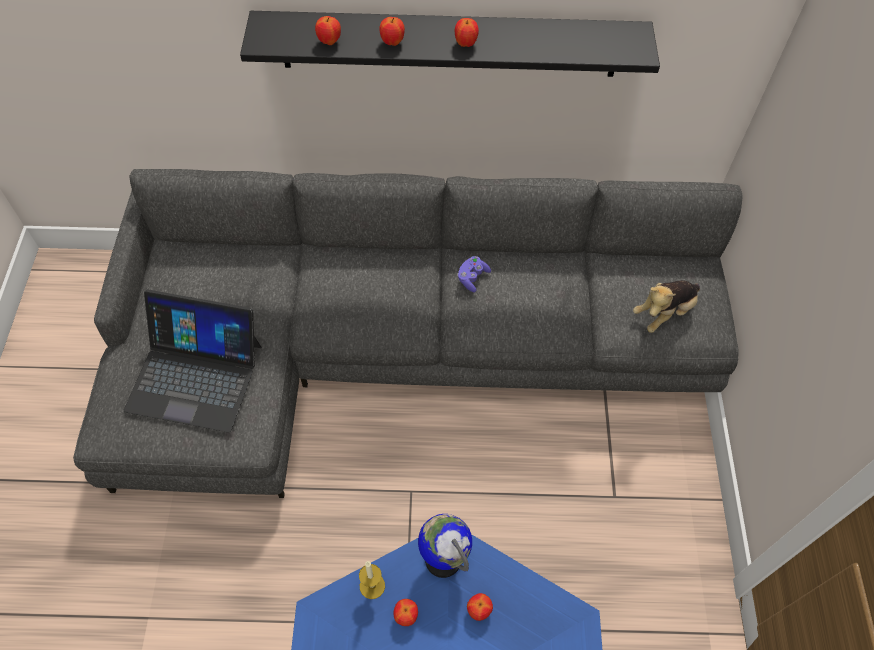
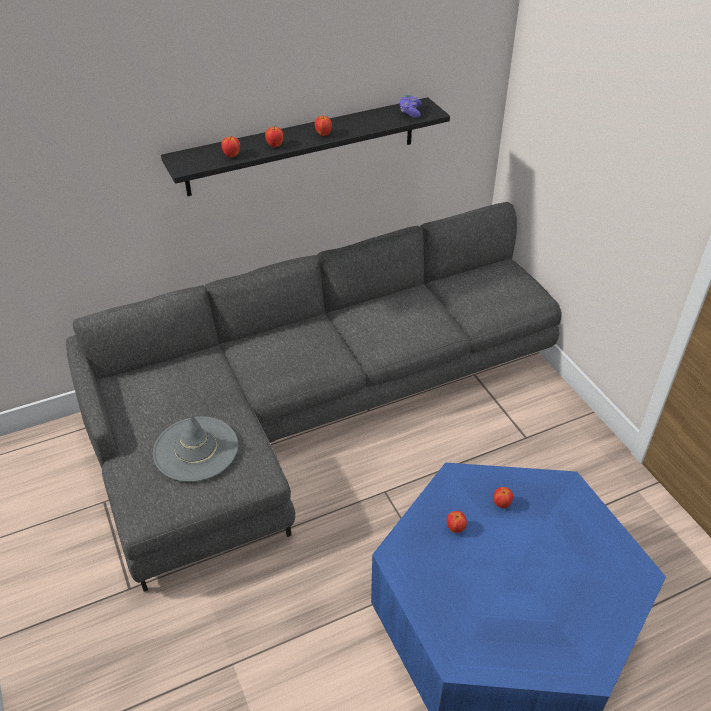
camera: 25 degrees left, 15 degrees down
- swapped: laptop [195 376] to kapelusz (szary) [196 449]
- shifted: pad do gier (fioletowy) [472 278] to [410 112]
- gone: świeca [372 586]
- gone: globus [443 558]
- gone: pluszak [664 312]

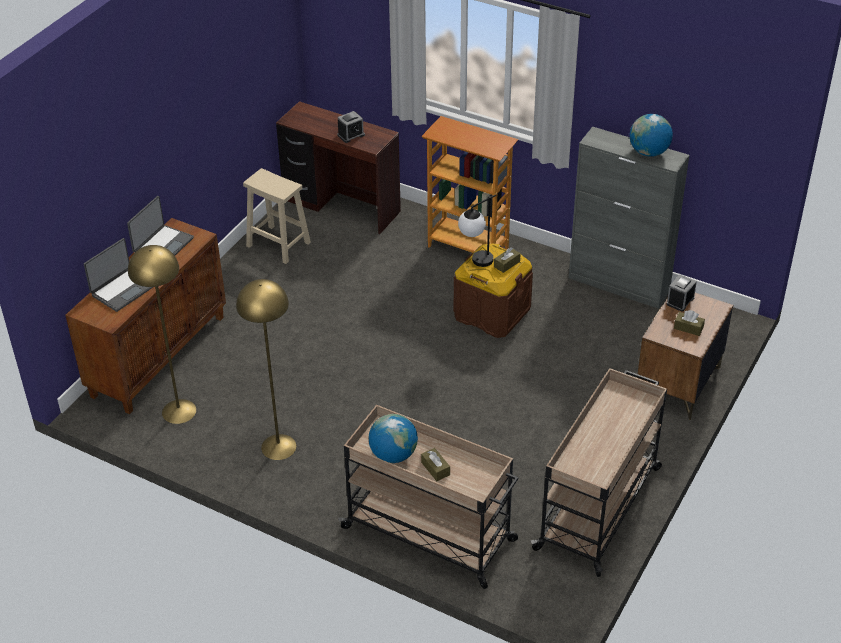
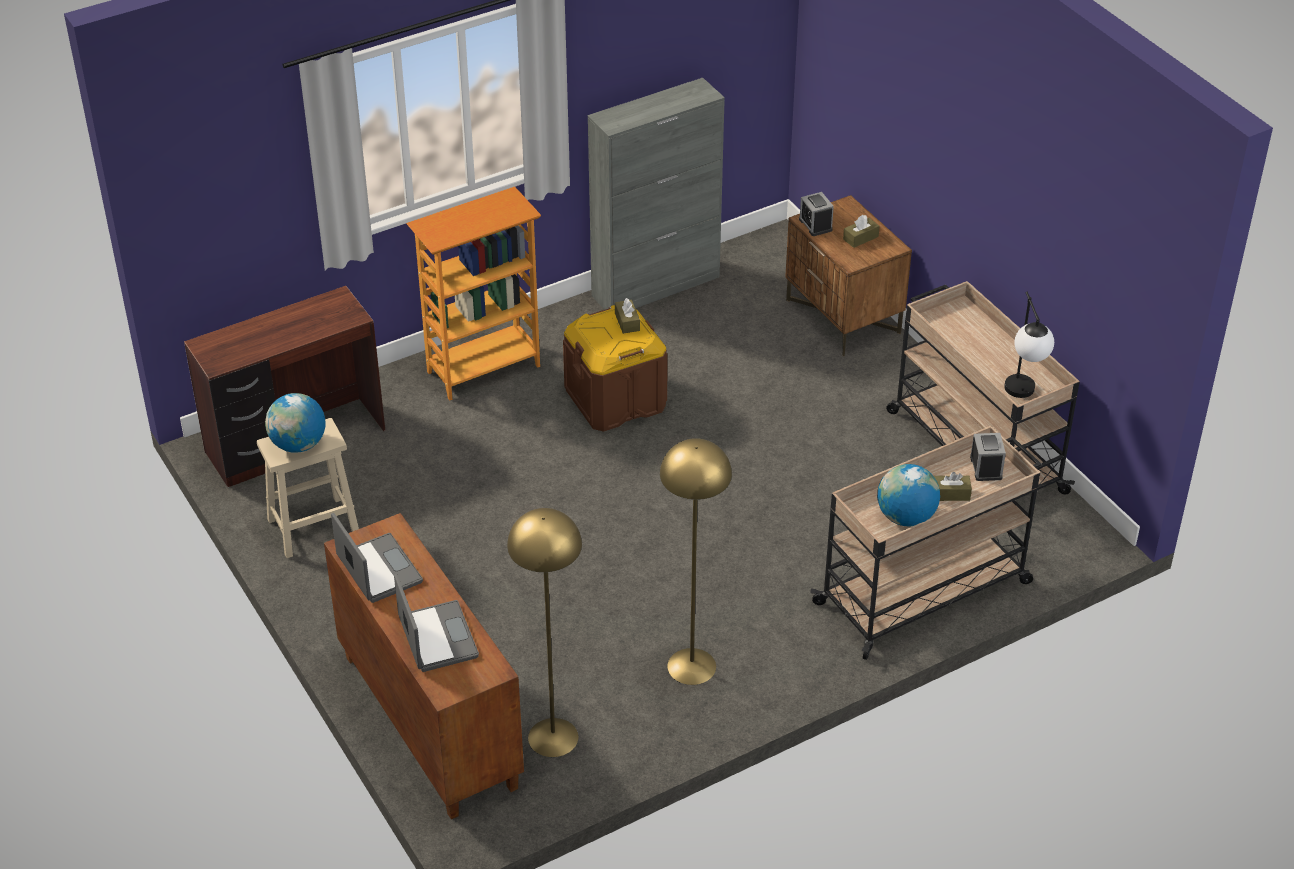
camera: 60 degrees left, 0 degrees up
- shifted: globus [648 152] to [298 444]
- shifted: budzik [351 135] to [986 467]
- shifted: lampa stołowa [476 263] to [1023 396]

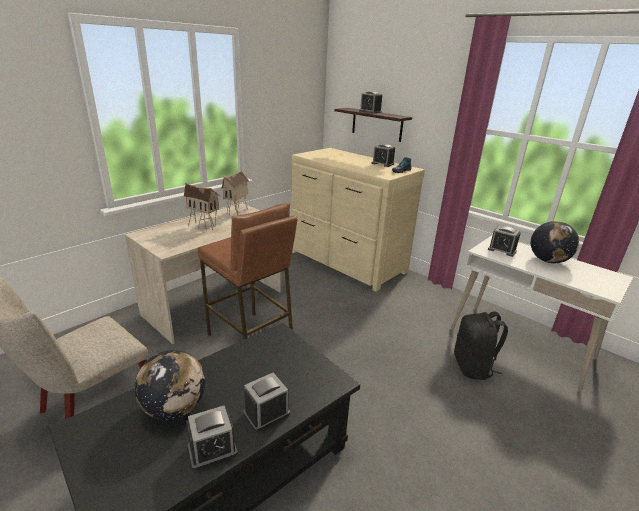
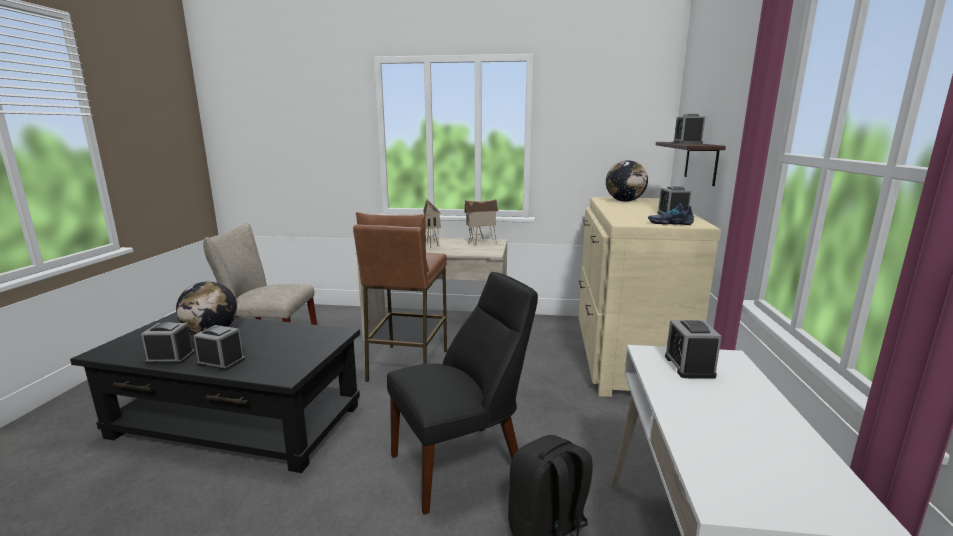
camera: 55 degrees right, 10 degrees down
- rotated: budzik [212 450] = [170 358] 150 degrees clockwise
- new: krzesło (czarny) [462 463]
- shifted: globus [548 261] to [624 201]

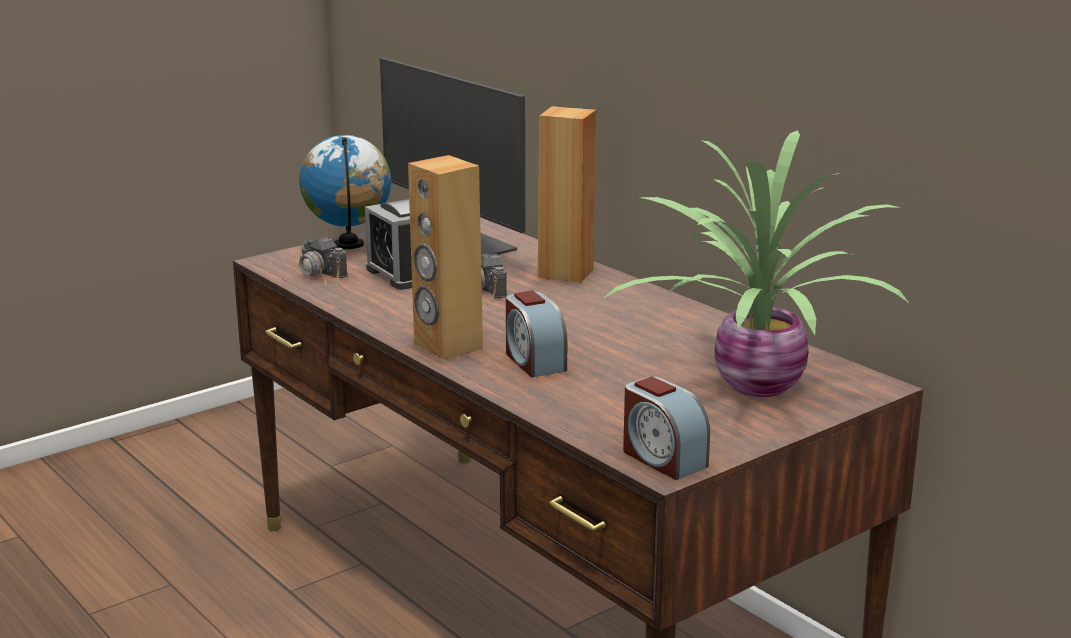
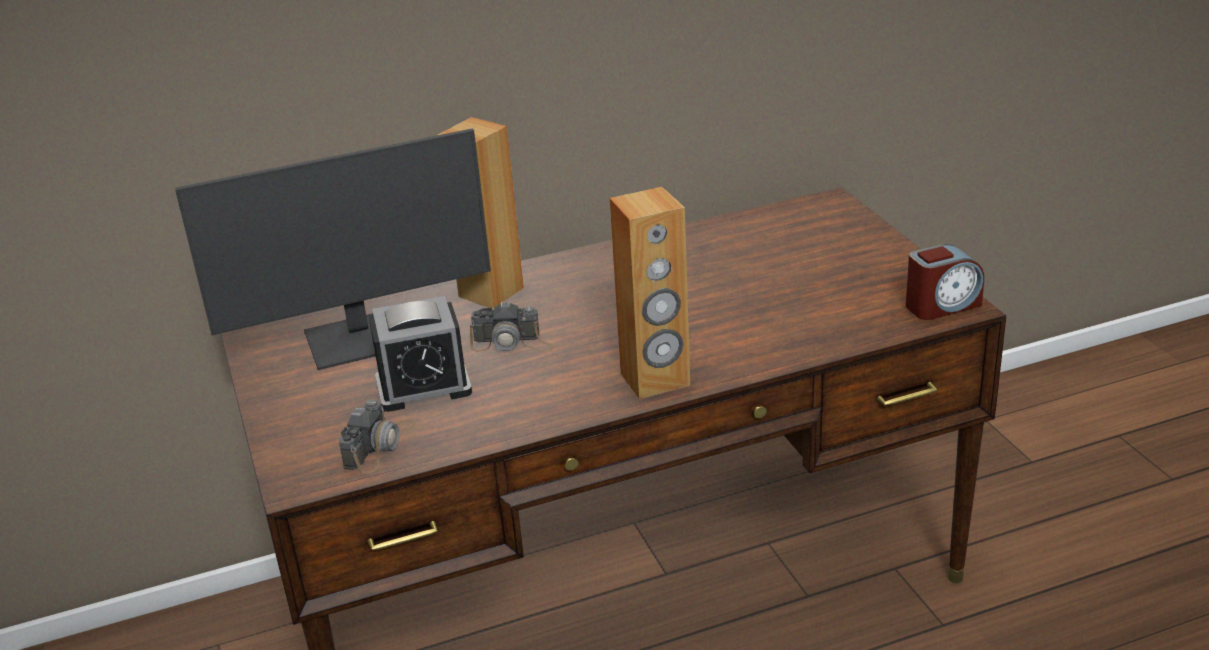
camera: 70 degrees left, 10 degrees up
- rotated: aparat fotograficzny [321 274] = [380 445] 45 degrees counterclockwise
- gone: globus [349 245]
- gone: budzik [534 361]
- gone: roślina doniczkowa [753 385]

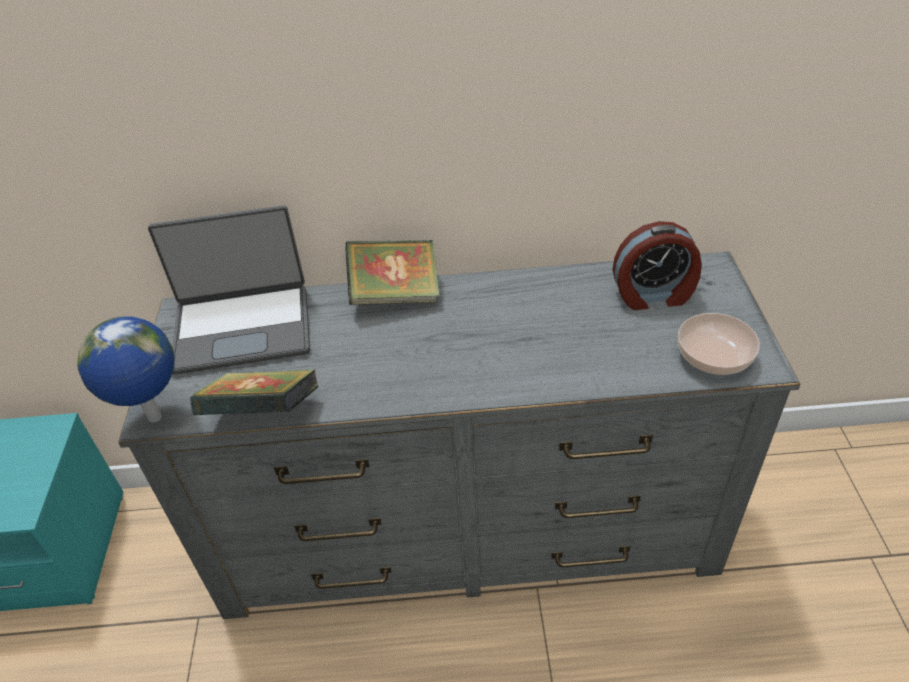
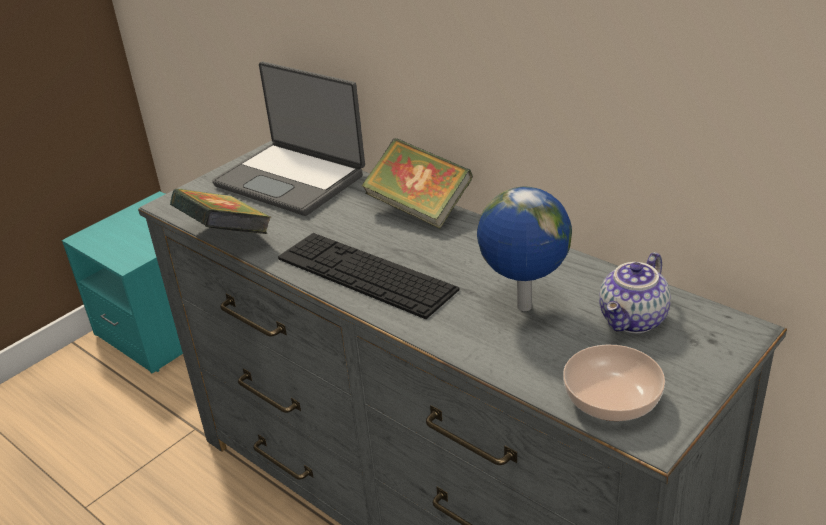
camera: 45 degrees right, 10 degrees down
- new: klawiatura [365 274]
- shifted: globus [154 418] to [523 307]
- swapped: budzik [653 296] to imbryk [634 320]

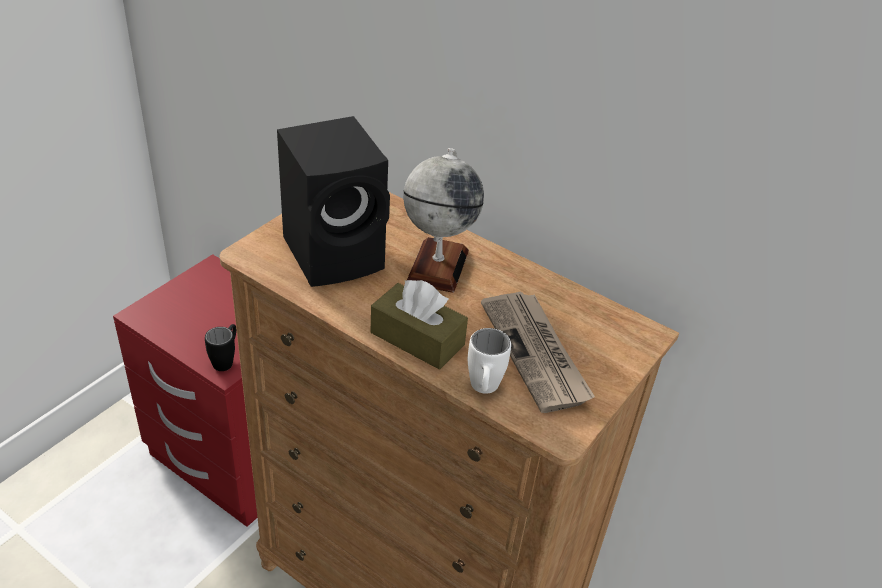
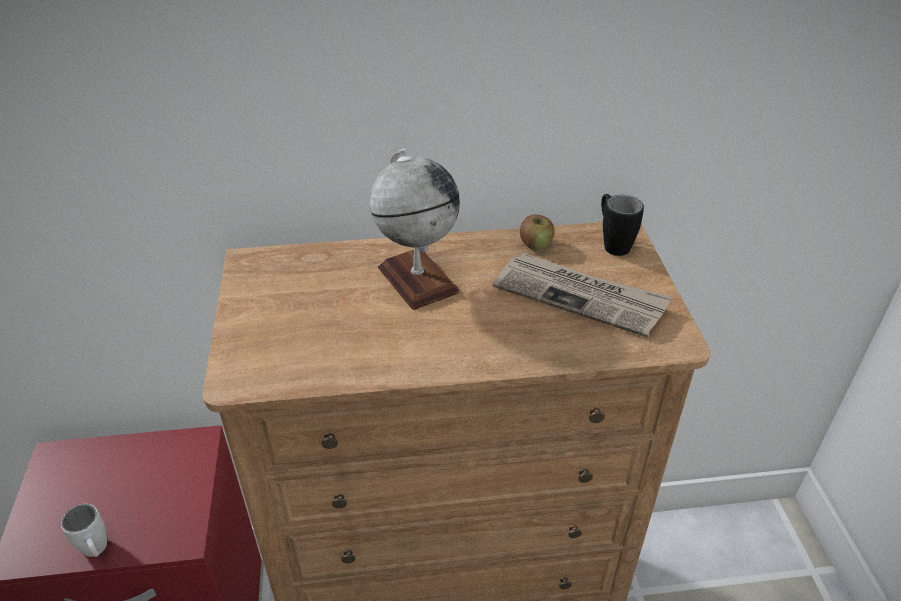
camera: 40 degrees left, 0 degrees up
- shifted: kubek (biały) [483 390] to [97 552]
- new: jabłko [535 244]
- shifted: kubek (czarny) [226 360] to [612 243]
- gone: głośnik (czarny) [337 253]
- gone: pudełko chusteczek (brązowy) [417 338]

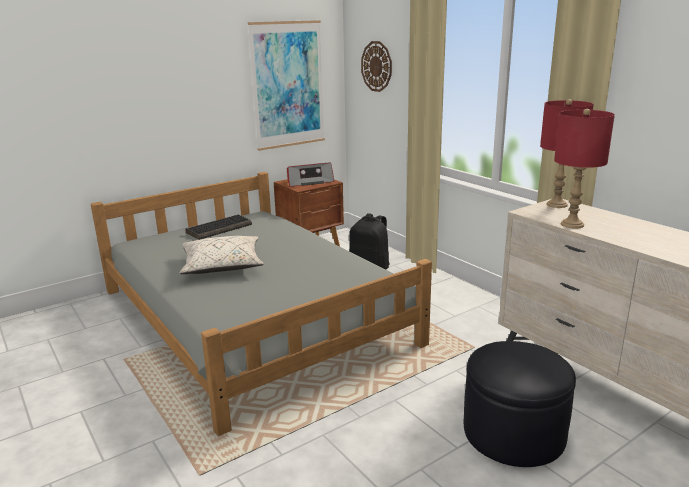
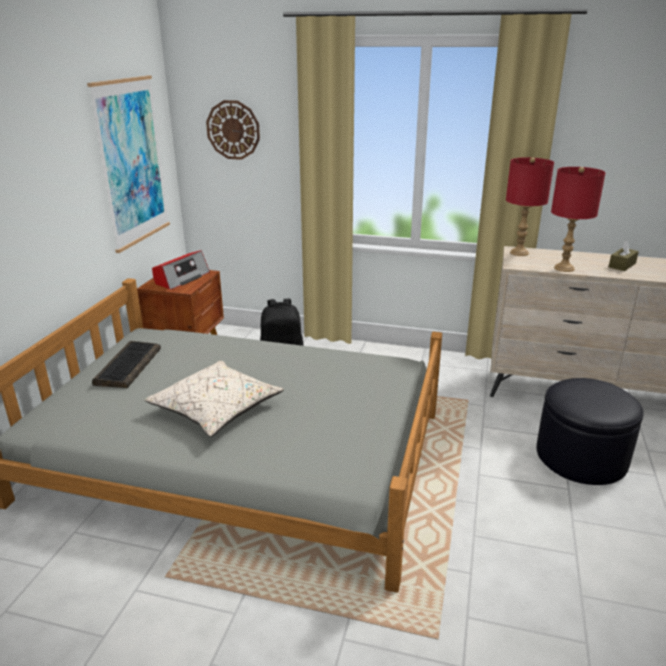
camera: 40 degrees left, 5 degrees up
- new: pudełko chusteczek (brązowy) [622 265]

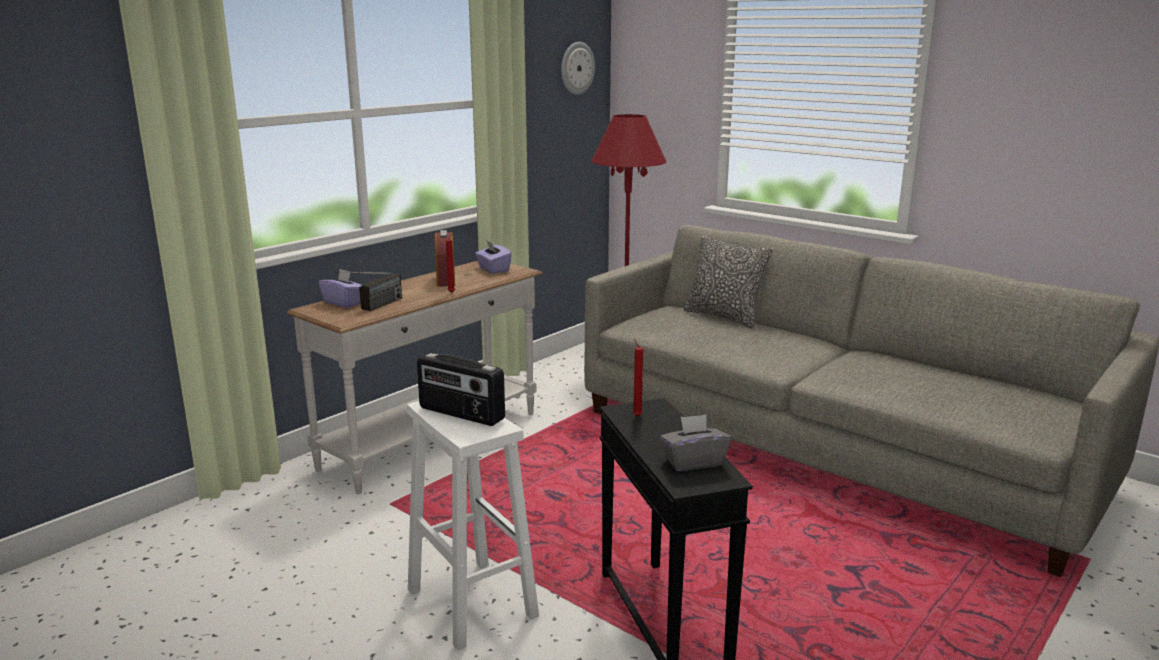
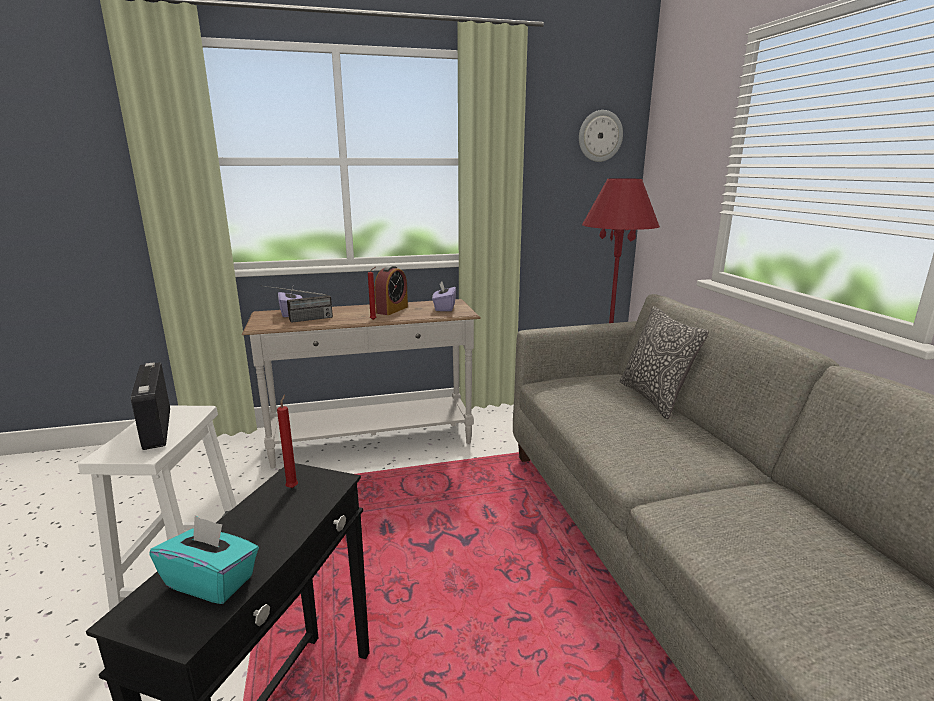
camera: 35 degrees right, 0 degrees up
- repainted: pudełko chusteczek (szary) [693 462] to pudełko chusteczek (turkusowy) [211 581]

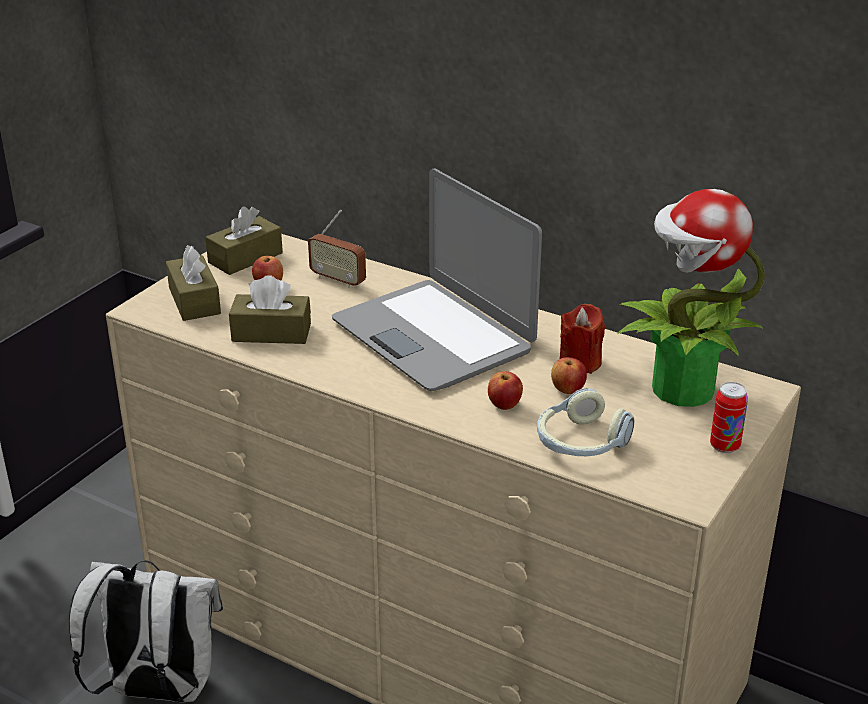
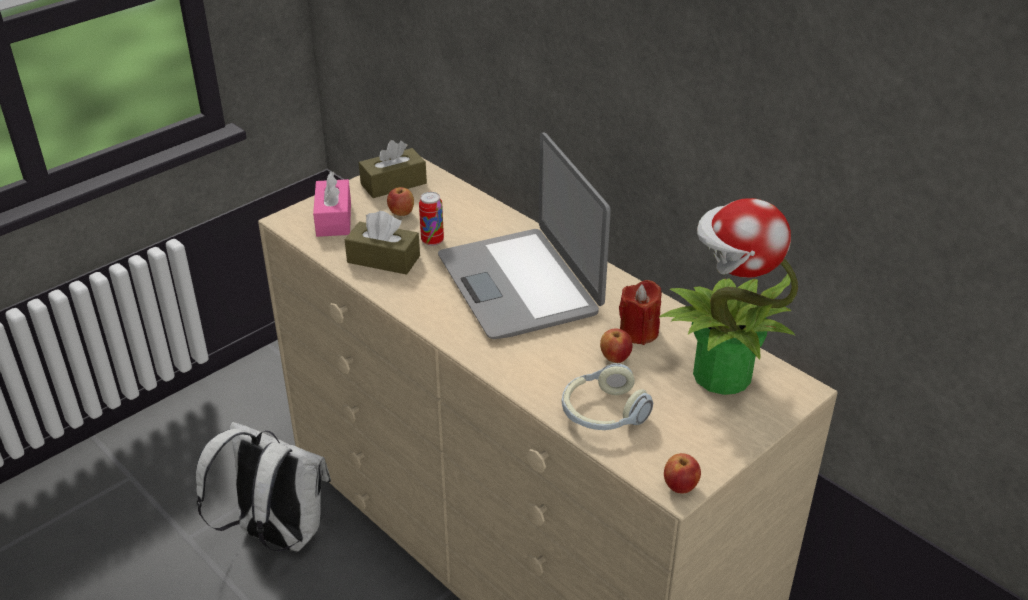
camera: 15 degrees right, 5 degrees up
- repainted: pudełko chusteczek (brązowy) [194 301] to pudełko chusteczek (różowy) [334 219]
- shifted: puszka [724 446] to [432 241]
- shifted: jabłko [504 405] to [680 486]
- gone: radio [338 280]

